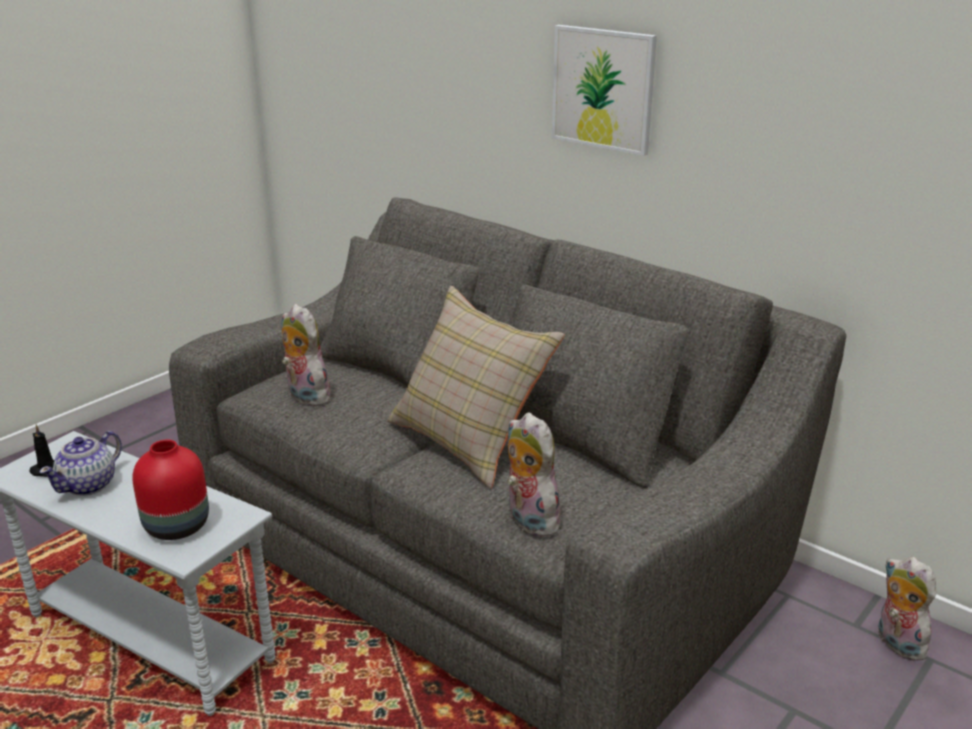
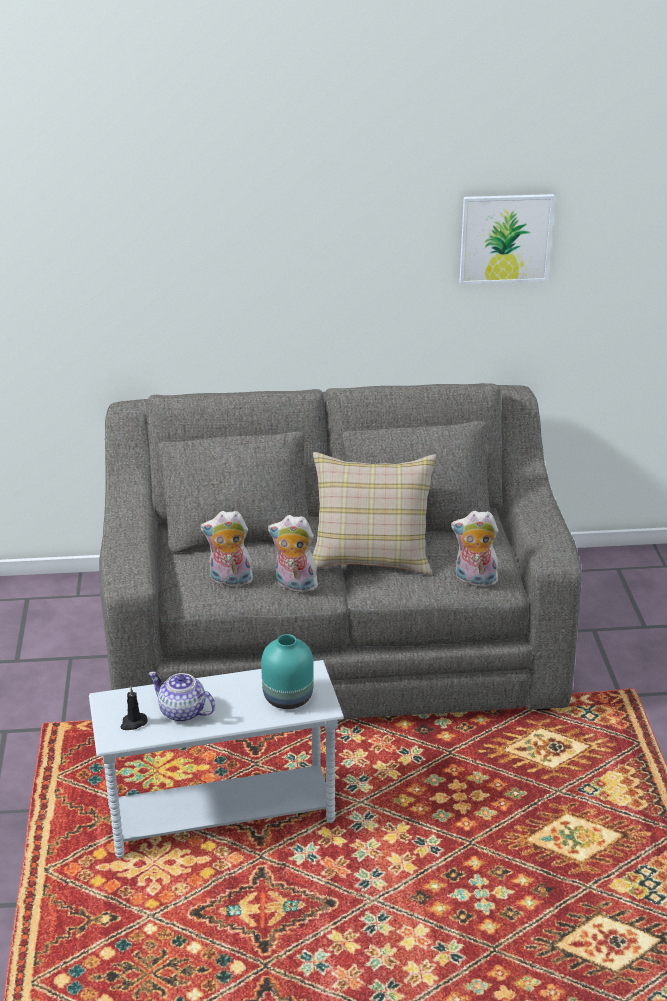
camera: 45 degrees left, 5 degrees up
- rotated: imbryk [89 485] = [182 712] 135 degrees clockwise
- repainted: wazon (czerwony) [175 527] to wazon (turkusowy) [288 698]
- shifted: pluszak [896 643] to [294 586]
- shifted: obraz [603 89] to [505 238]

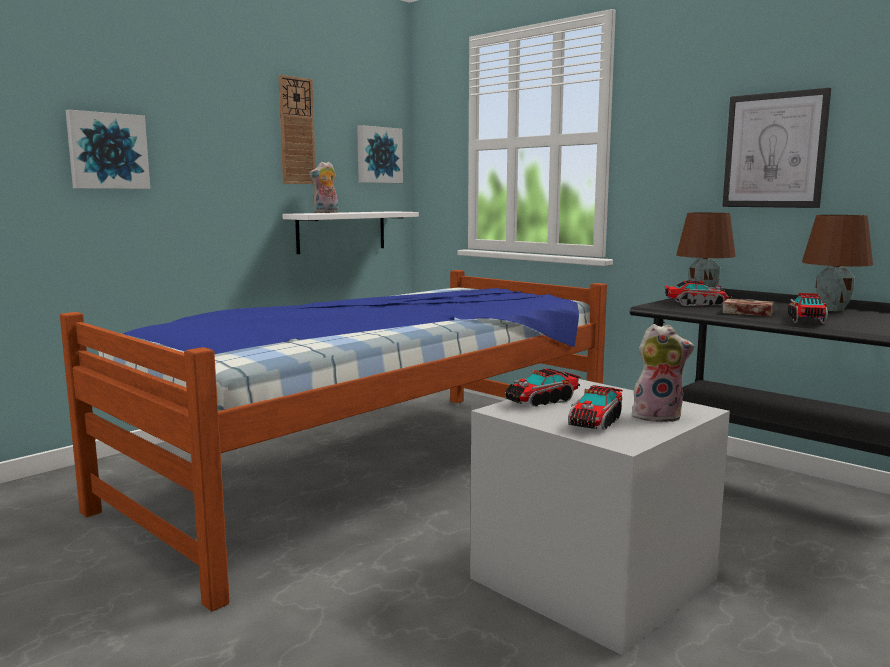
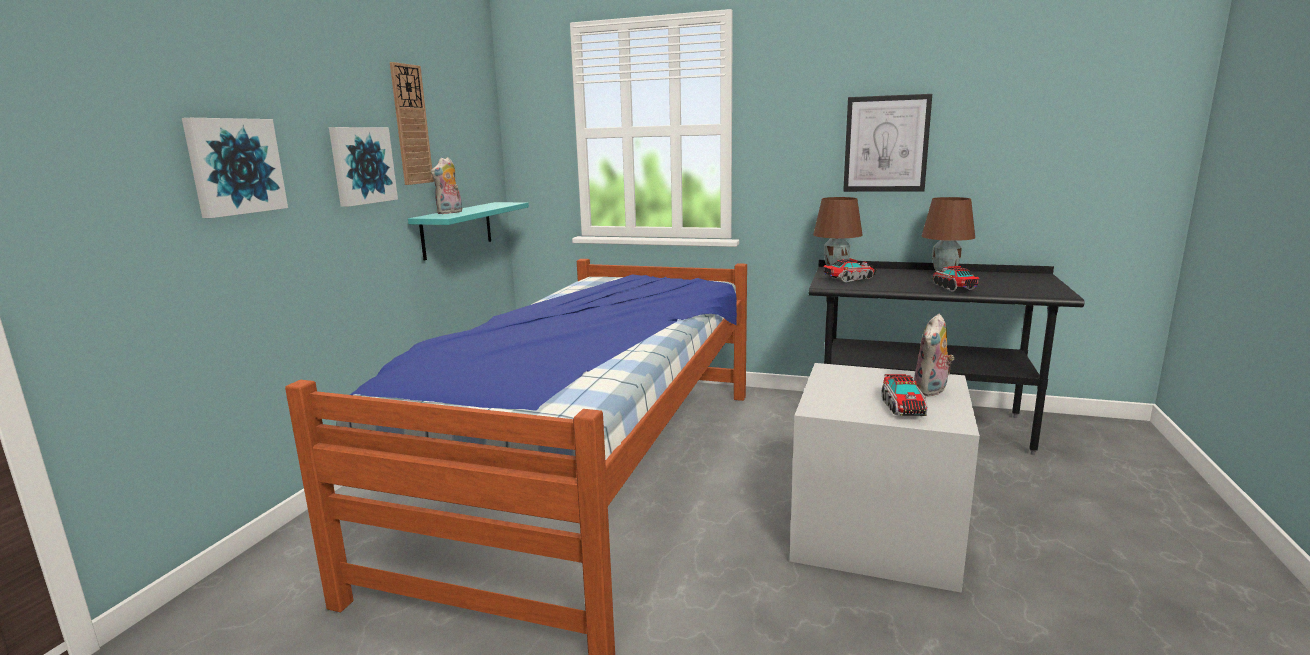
camera: 25 degrees left, 5 degrees up
- shifted: obraz [378 155] to [361 165]
- repainted: półka (biały) [341 231] to półka (turkusowy) [457 230]
- rotated: pluszak [657 416] = [931 391] 150 degrees clockwise
- gone: ciężarówka zabawkowa [542 401]
- gone: książka [745 313]

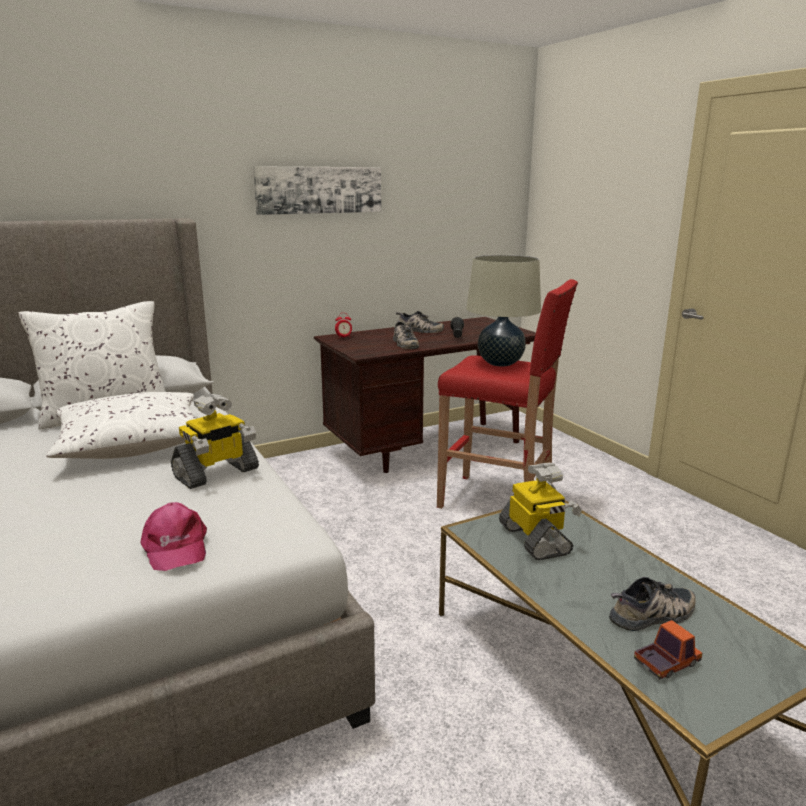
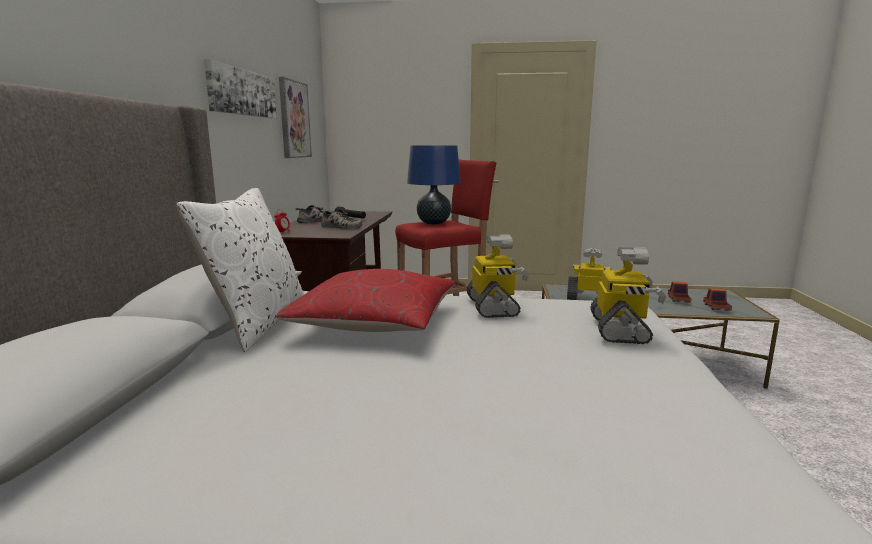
camera: 55 degrees left, 5 degrees down
- repainted: poduszka (biały) [132 444] to poduszka (czerwony) [376 322]
- new: obraz [294 119]
- repainted: lampa stołowa (beżowy) [500 363] to lampa stołowa (niebieski) [433 223]
- swapped: czapka z daszkiem (różowy) [175 547] to robot zabawkowy [620 330]
- swapped: but [653 616] to ciężarówka zabawkowa [678 300]

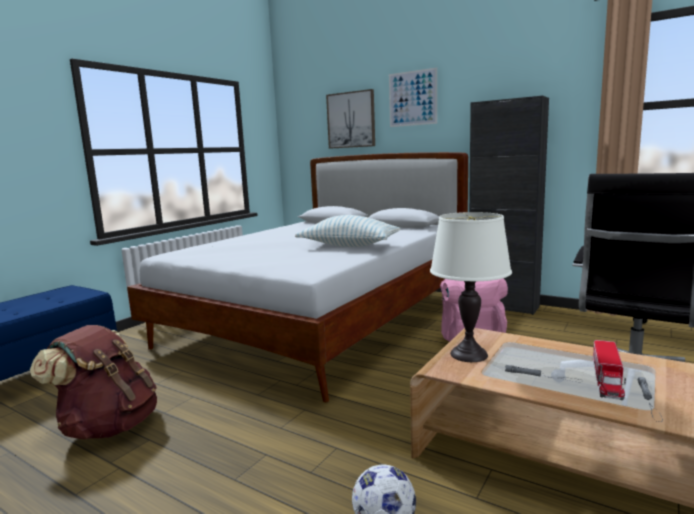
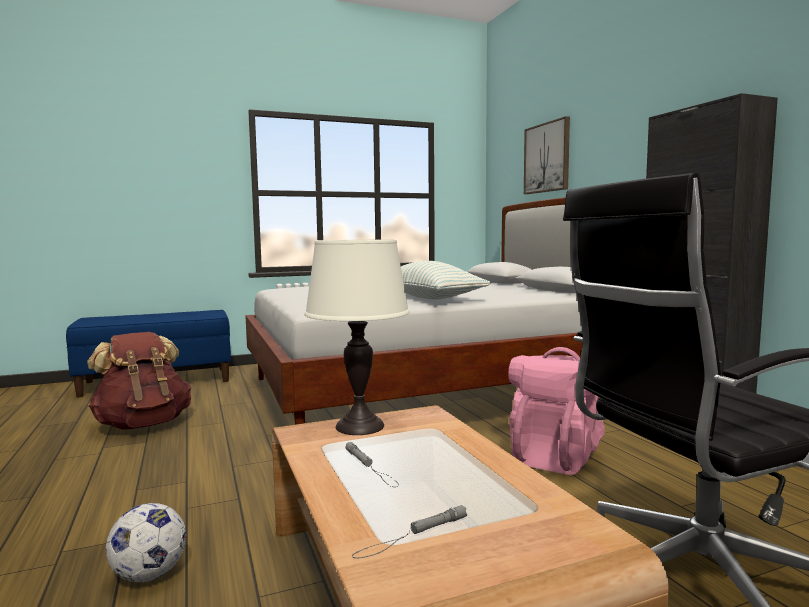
camera: 35 degrees right, 5 degrees down
- gone: obraz [412 98]
- gone: ciężarówka zabawkowa [607 380]

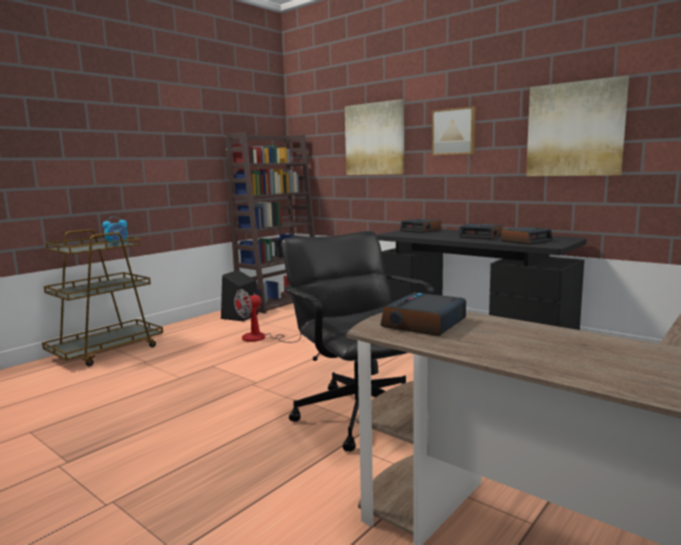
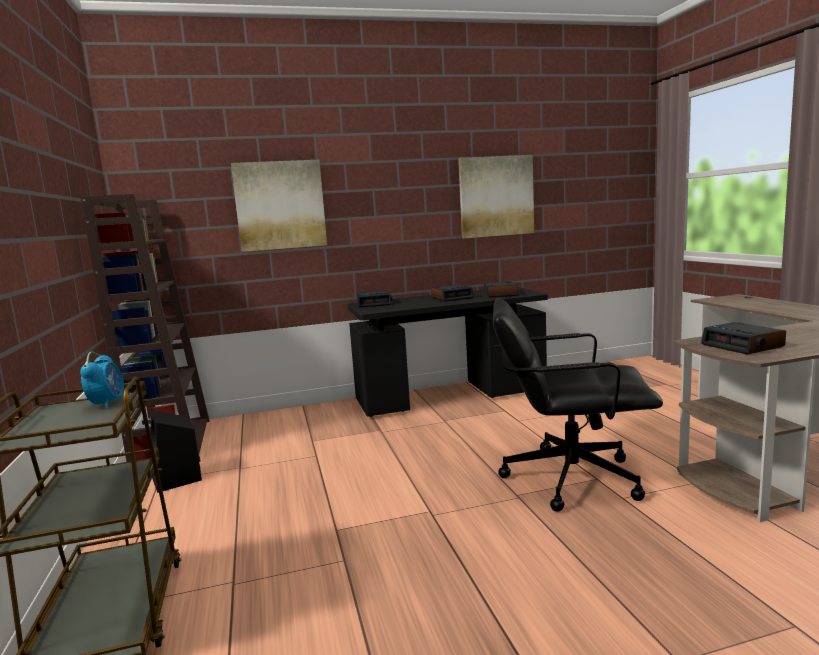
camera: 55 degrees left, 0 degrees up
- gone: wentylator [262 338]
- gone: obraz [454 132]

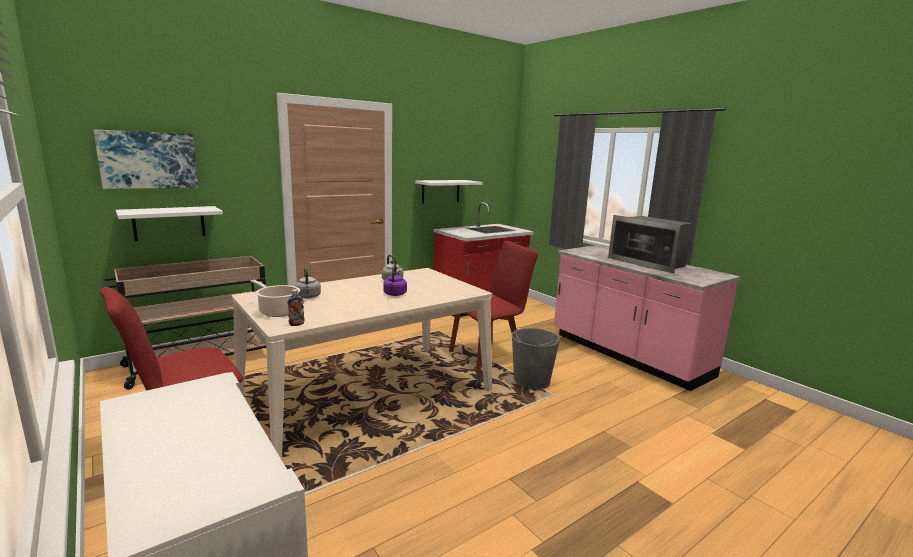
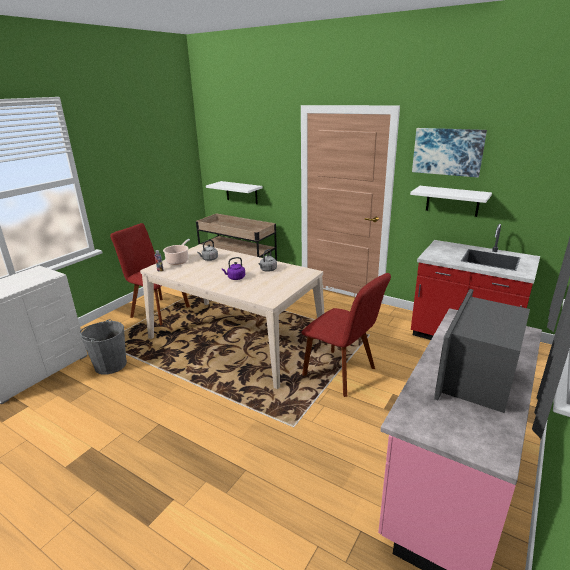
camera: 70 degrees right, 10 degrees up
- shifted: wiadro (szary) [531 381] to [110 365]
- shifted: obraz [148 160] to [447 151]

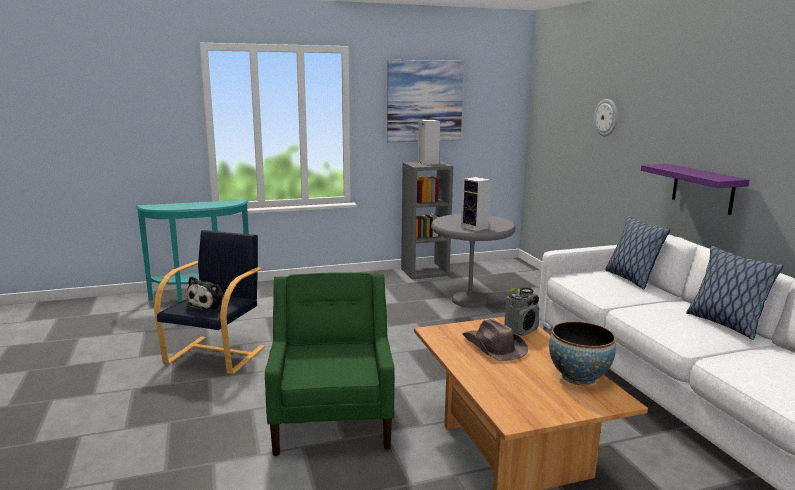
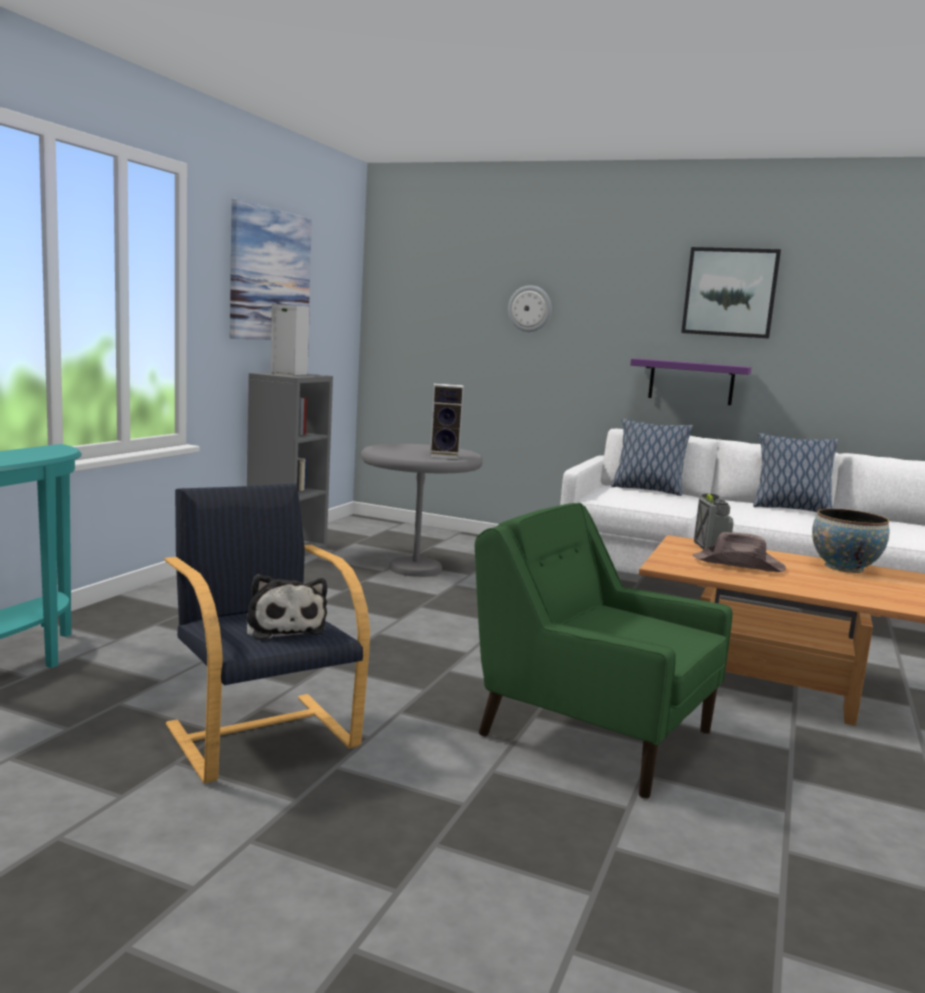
camera: 50 degrees left, 5 degrees down
- new: obraz [730 292]

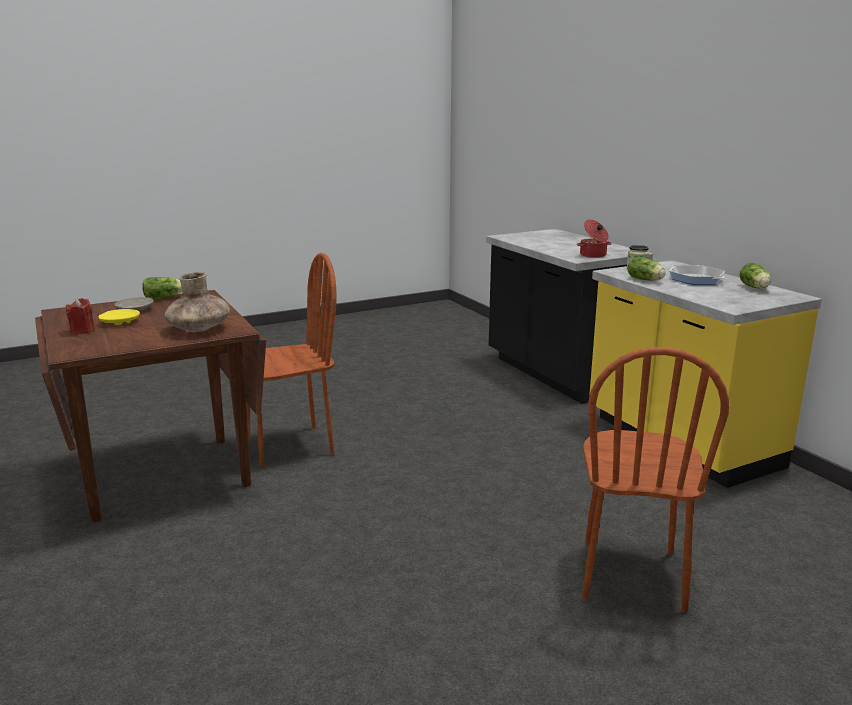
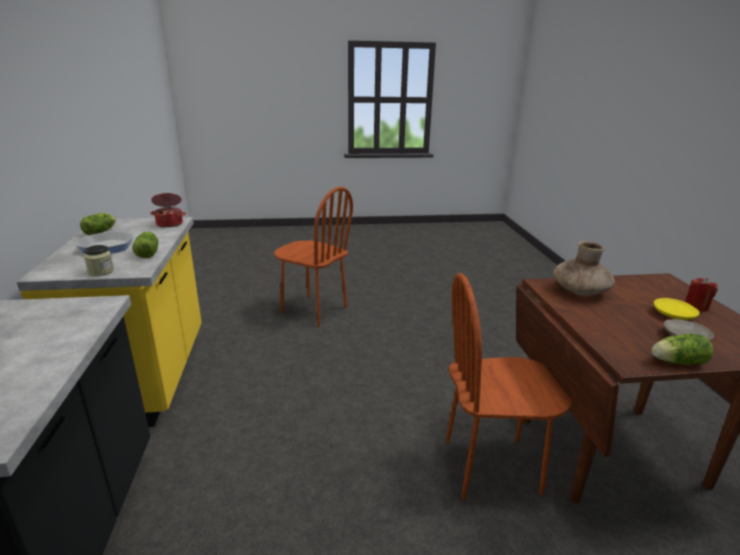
camera: 160 degrees left, 5 degrees up
- shifted: garnek [593 255] to [170 224]
- rotated: krzesło (brązowy) [631 575] = [313 310] 90 degrees clockwise

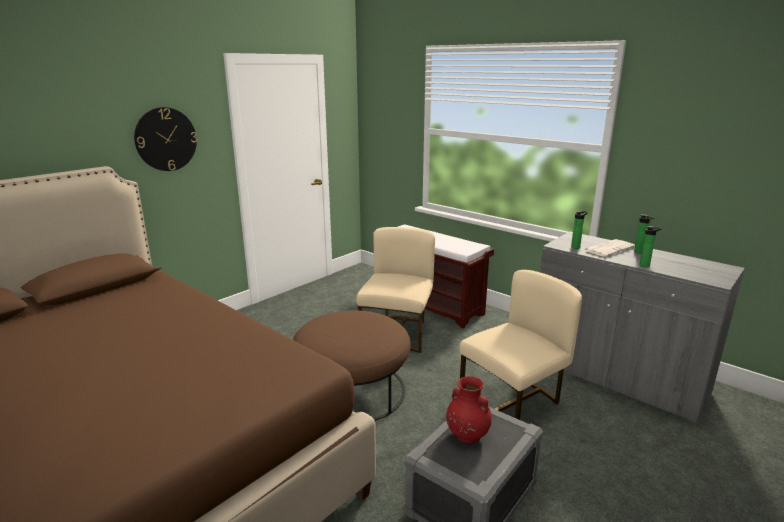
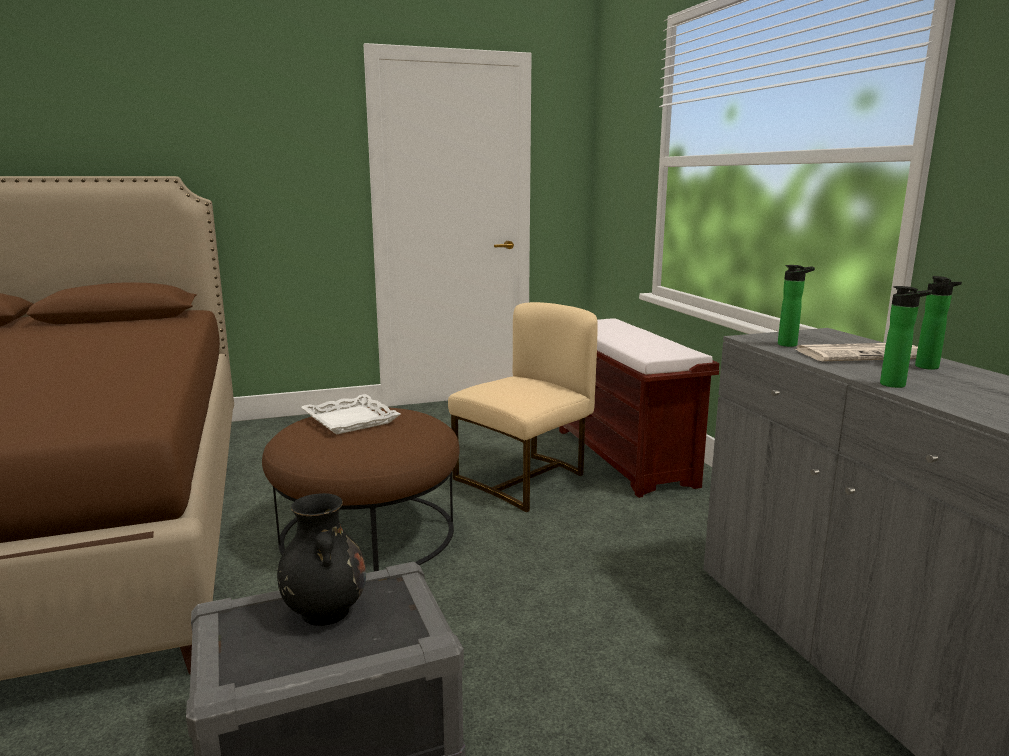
camera: 30 degrees right, 5 degrees down
- repainted: wazon (czerwony) [467 435] to wazon (czarny) [325 611]
- new: taca (biały) [349 420]
- gone: zegar ścienny [166 139]
- gone: krzesło (beżowy) [513 404]

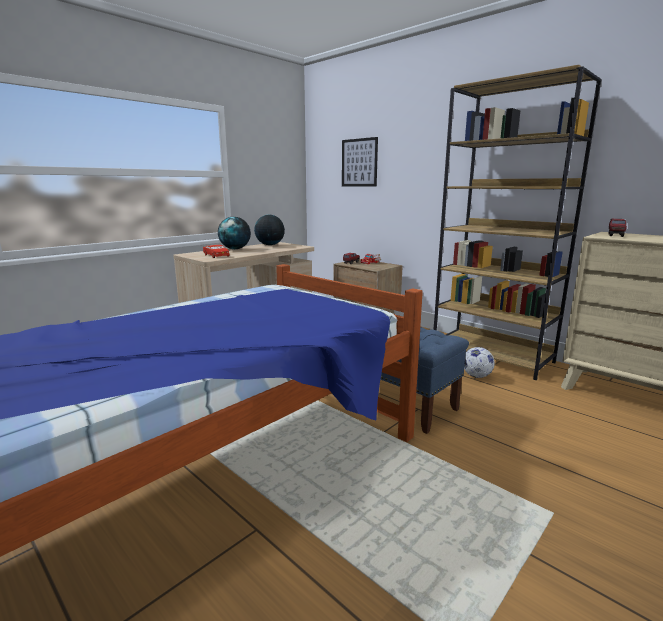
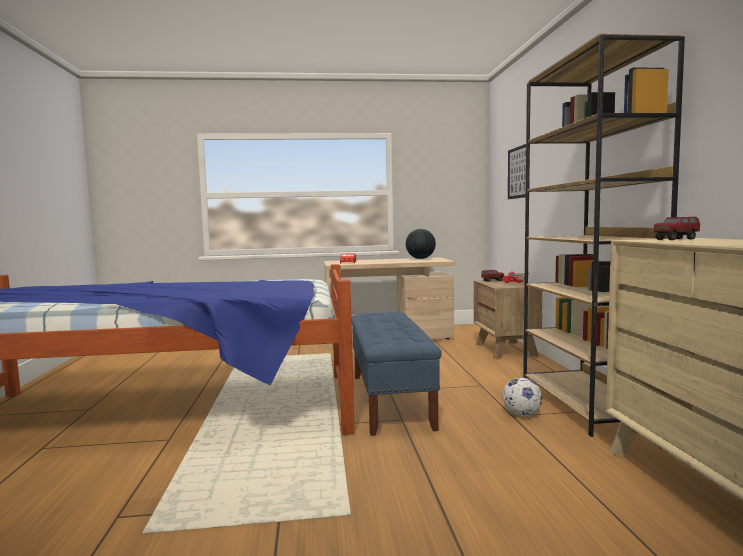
camera: 40 degrees right, 10 degrees down
- gone: globus [235 249]

